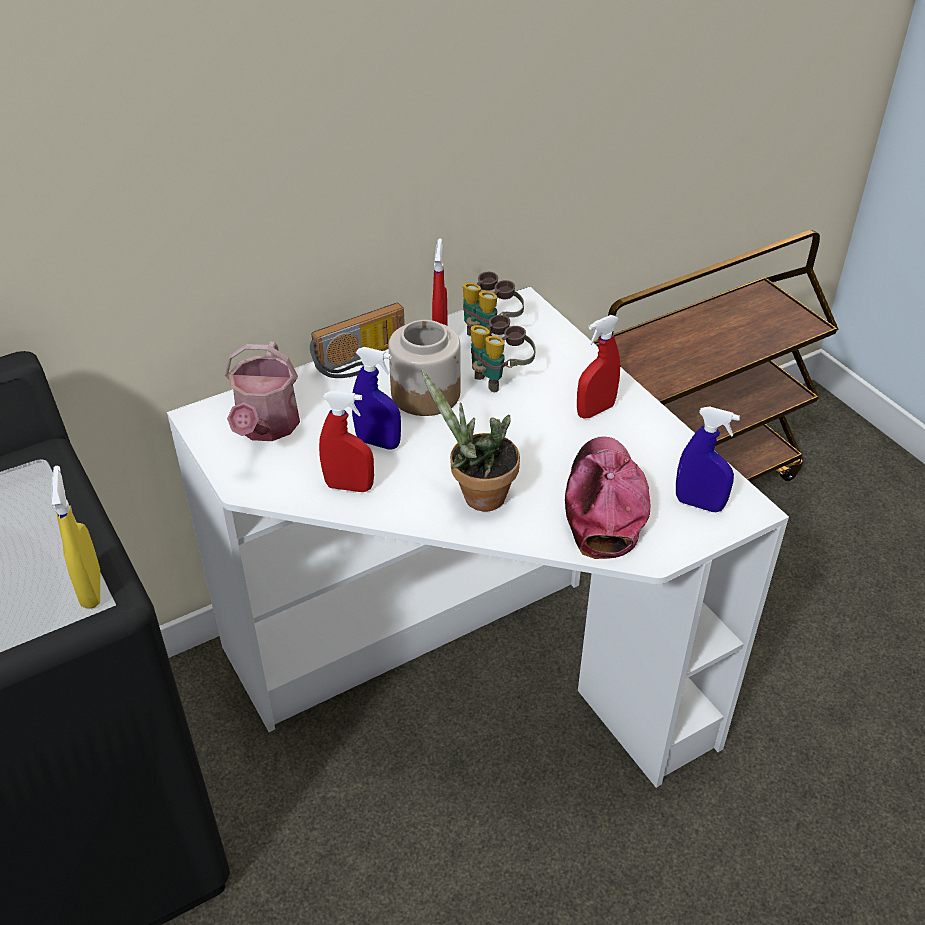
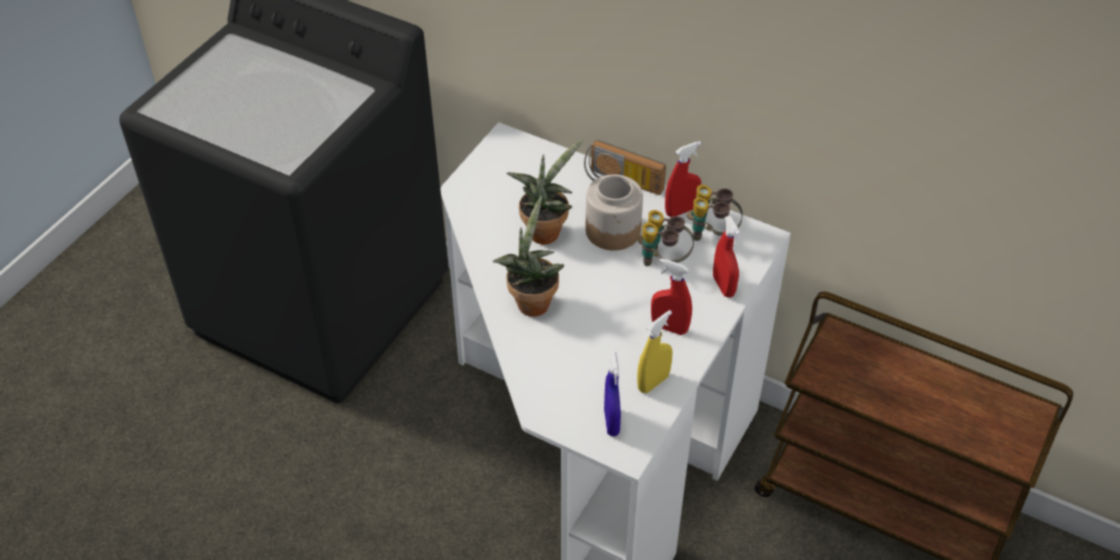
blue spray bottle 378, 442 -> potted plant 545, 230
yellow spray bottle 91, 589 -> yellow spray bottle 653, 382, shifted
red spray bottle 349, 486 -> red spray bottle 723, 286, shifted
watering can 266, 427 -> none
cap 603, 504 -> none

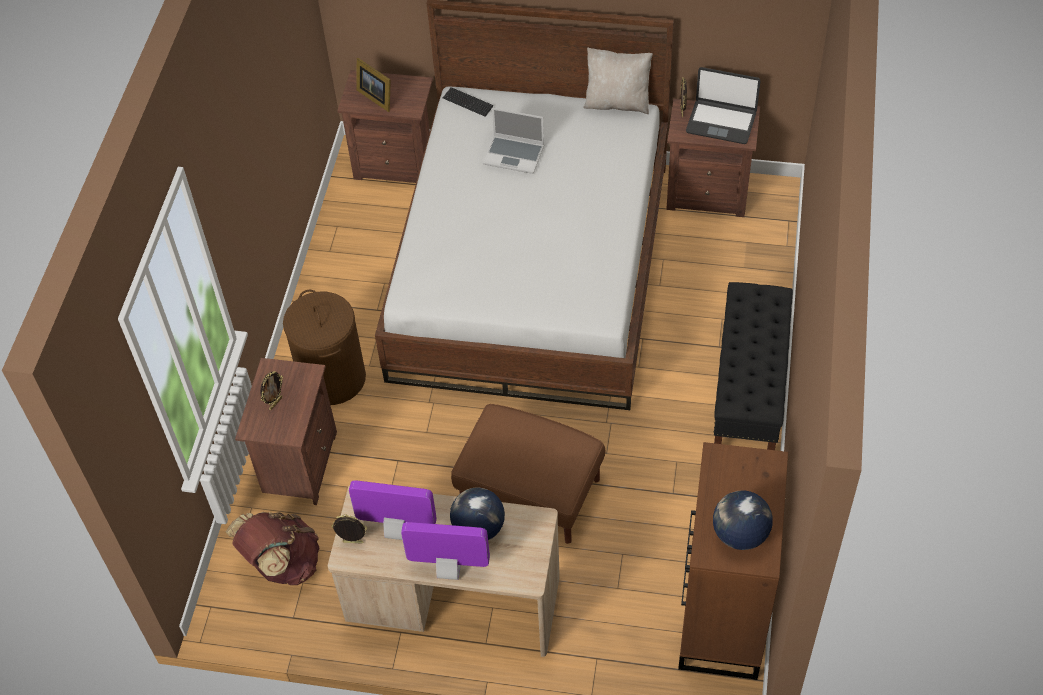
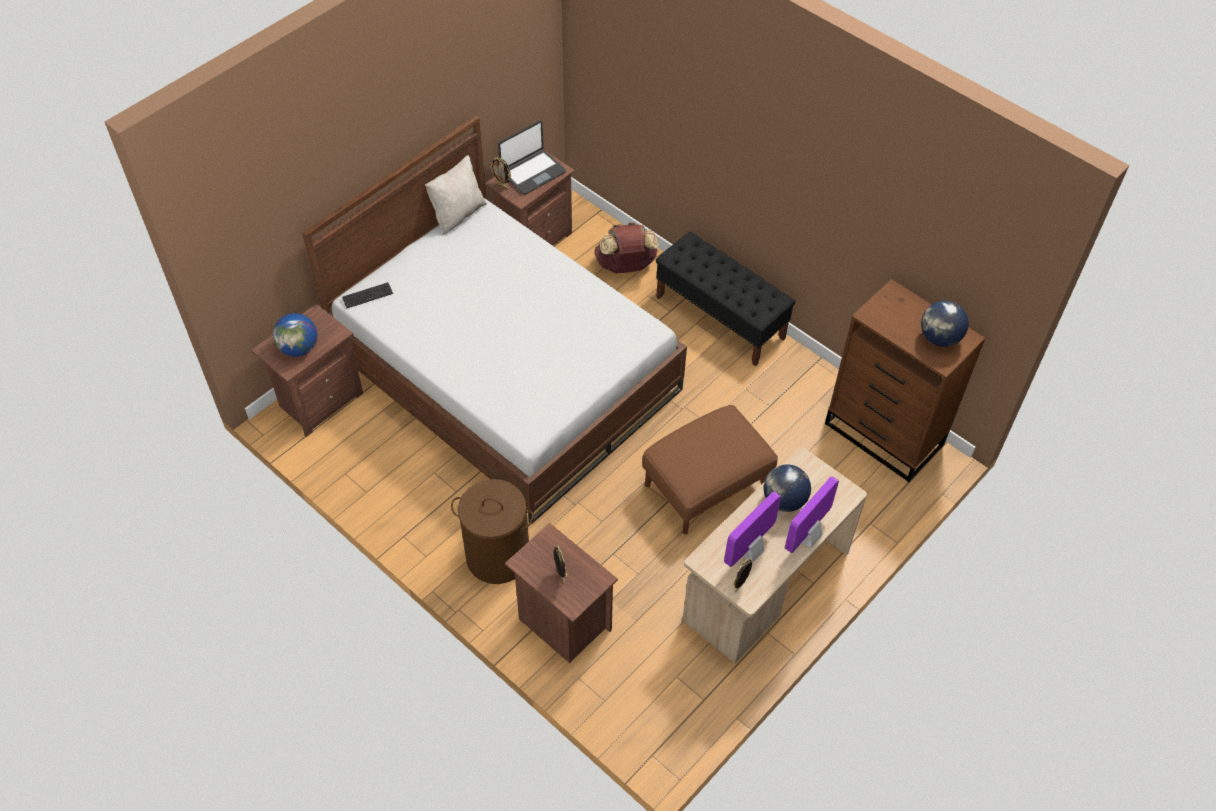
picture frame 376, 96 -> globe 299, 348
brown backpack 282, 564 -> brown backpack 626, 266, shifted
laptop 515, 155 -> none

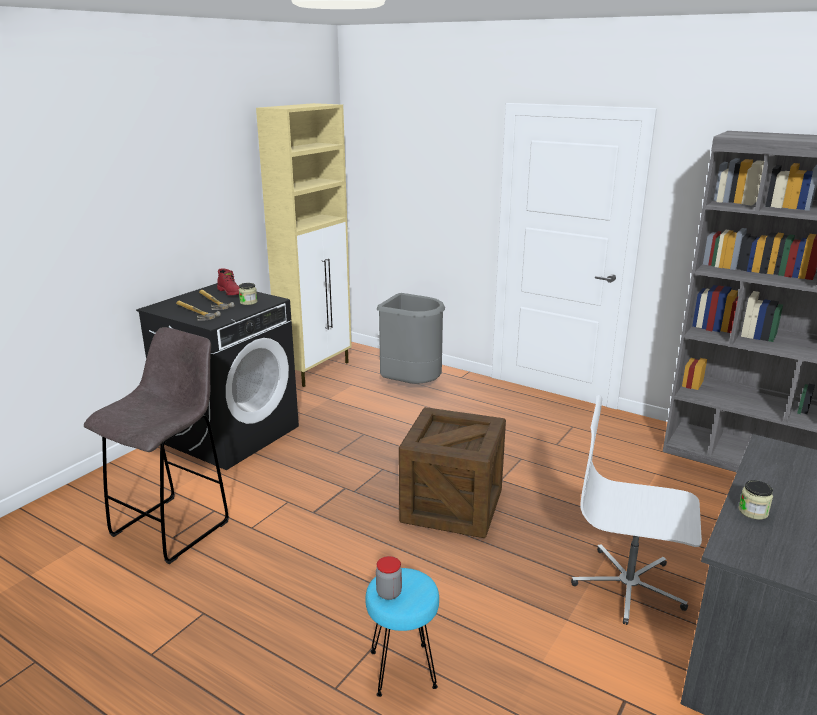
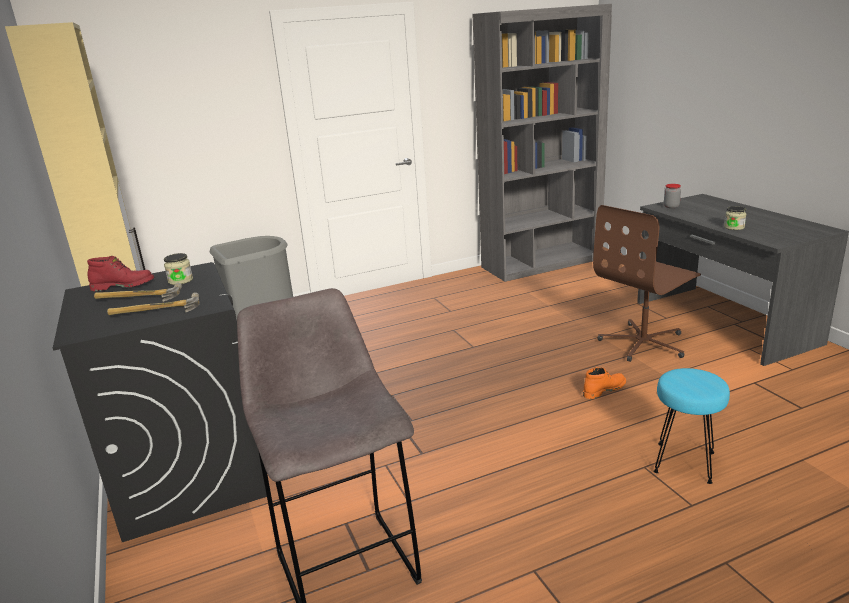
none -> orange boot 603, 389
white office chair 629, 586 -> brown office chair 644, 343
jar 389, 593 -> jar 671, 206, shifted
crate 452, 506 -> none

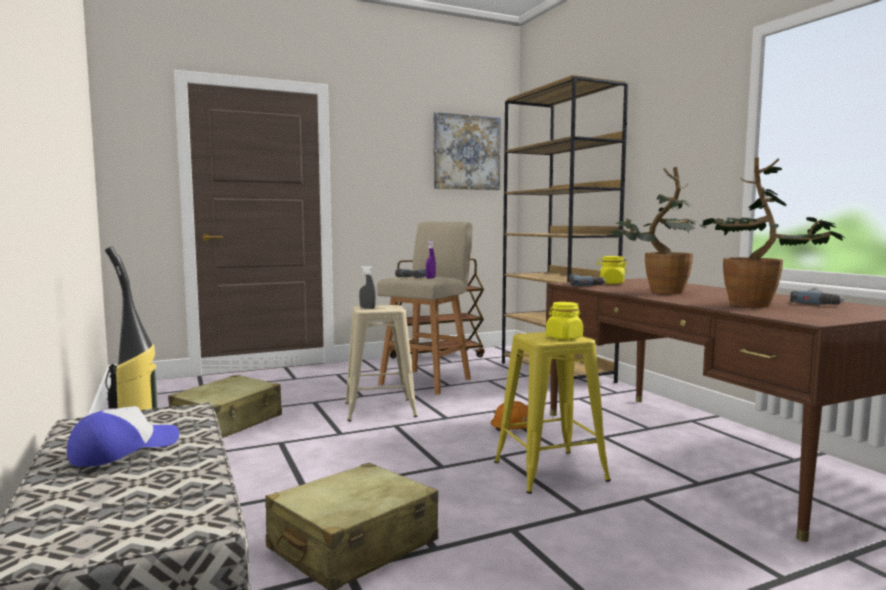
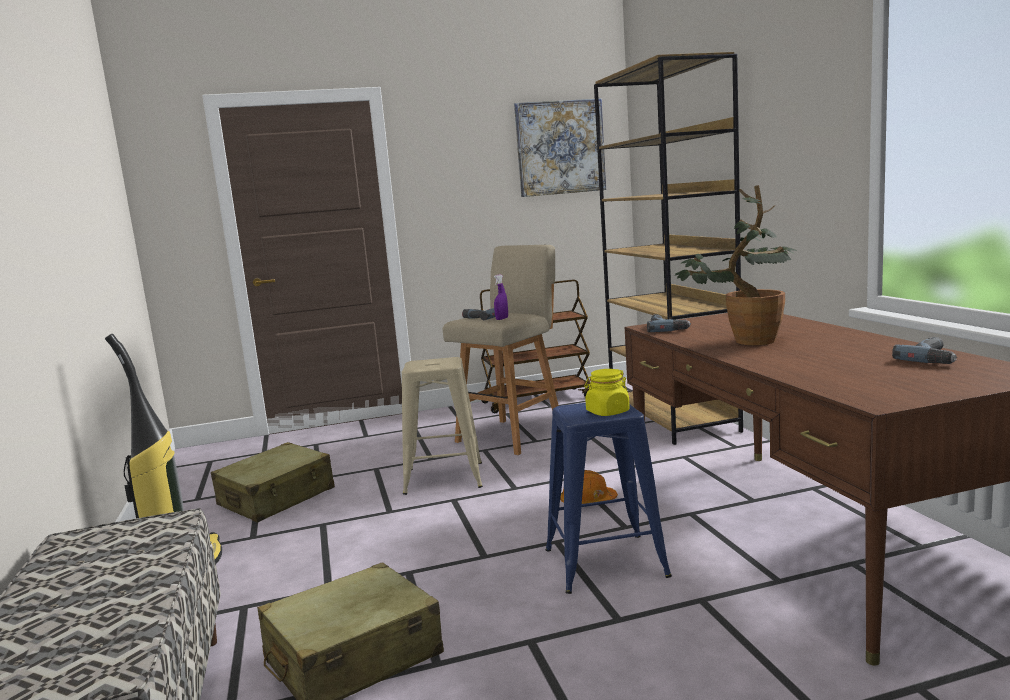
yellow stool 550, 471 -> blue stool 605, 563
cap 123, 449 -> none
grey spray bottle 367, 308 -> none
yellow jar 611, 283 -> none
potted plant 759, 305 -> none

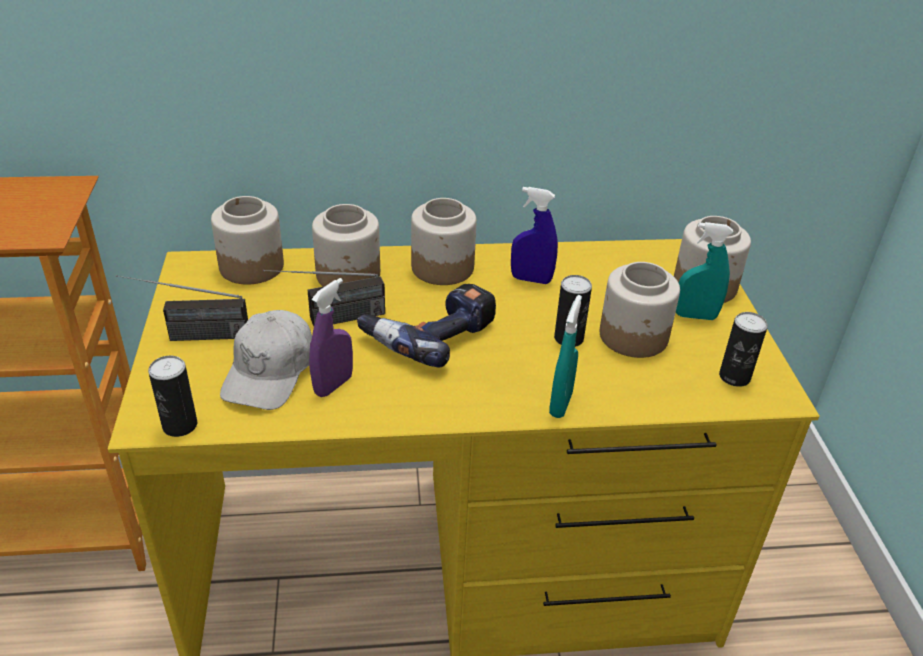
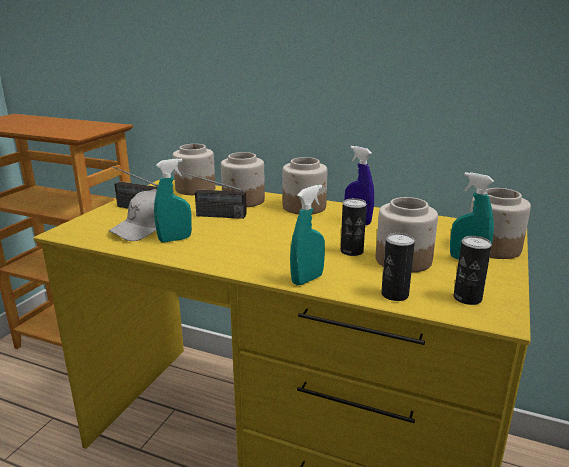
purple spray bottle 333, 385 -> turquoise spray bottle 175, 239
can 180, 425 -> can 394, 295, shifted
power drill 430, 334 -> none

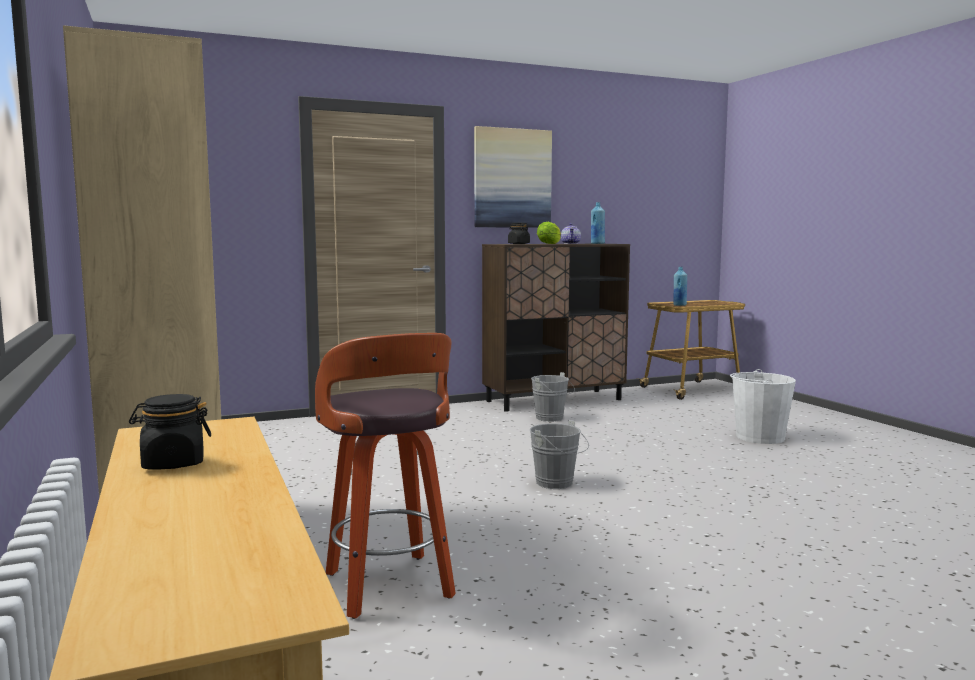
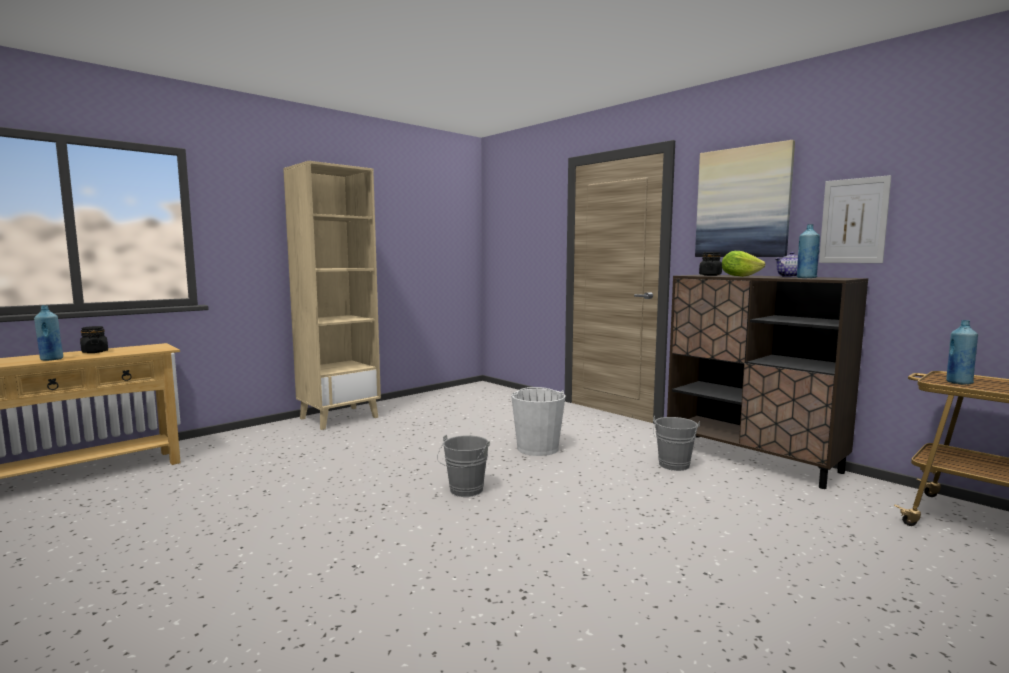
none -> blue bottle 51, 359
white bucket 759, 437 -> white bucket 537, 448, shifted
none -> picture 853, 221
stool 390, 587 -> none

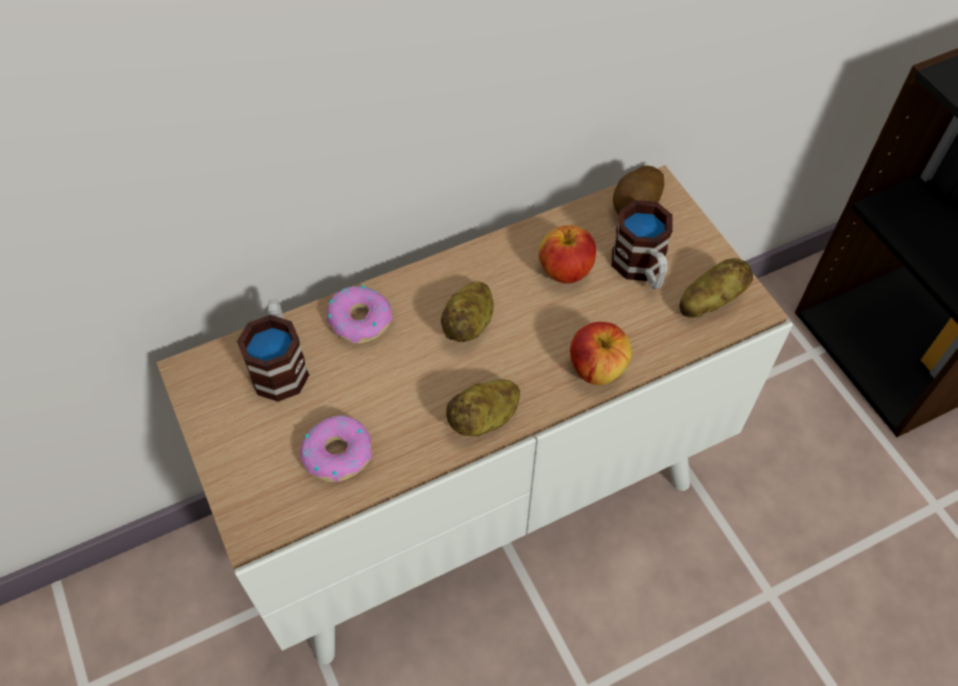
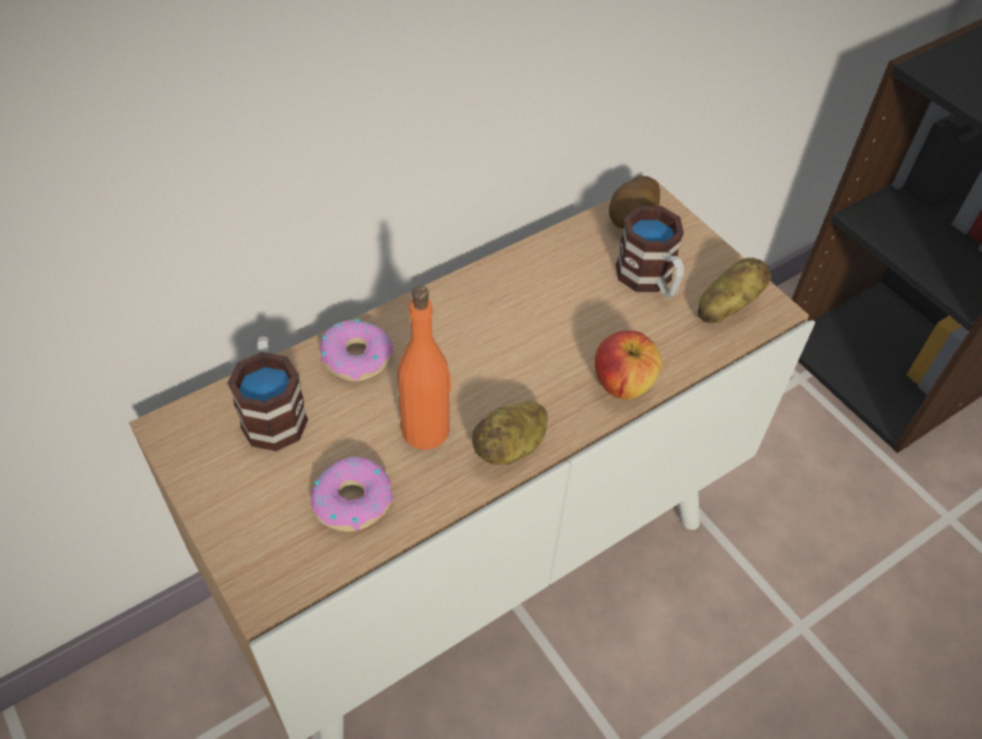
none -> orange bottle 426, 430
potato 470, 324 -> none
apple 565, 271 -> none

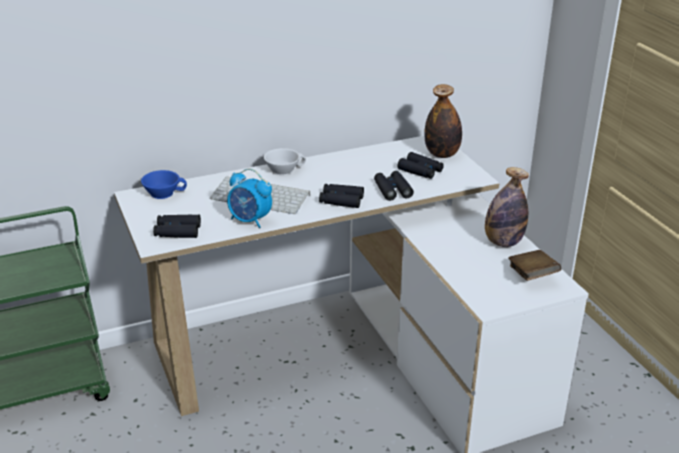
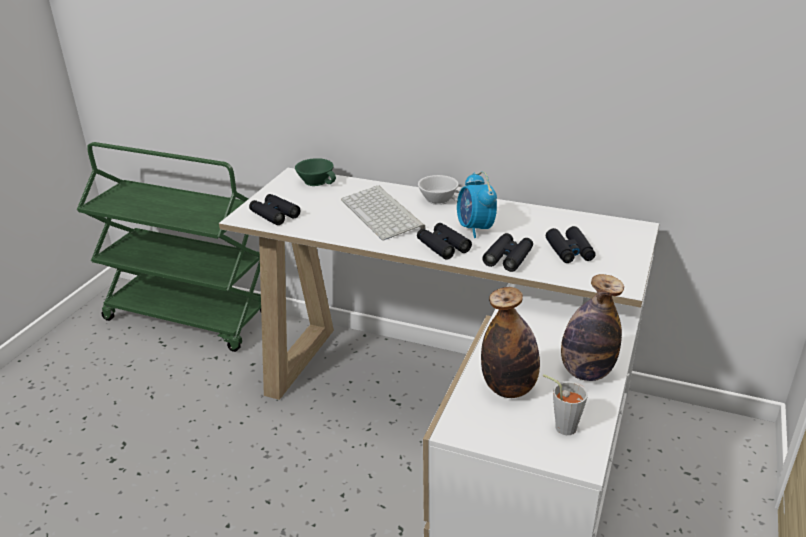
blue cup 163, 192 -> green cup 317, 181
alarm clock 250, 221 -> alarm clock 475, 229, shifted
bottle 442, 154 -> bottle 509, 388, shifted
brown book 532, 276 -> grey cup 561, 425

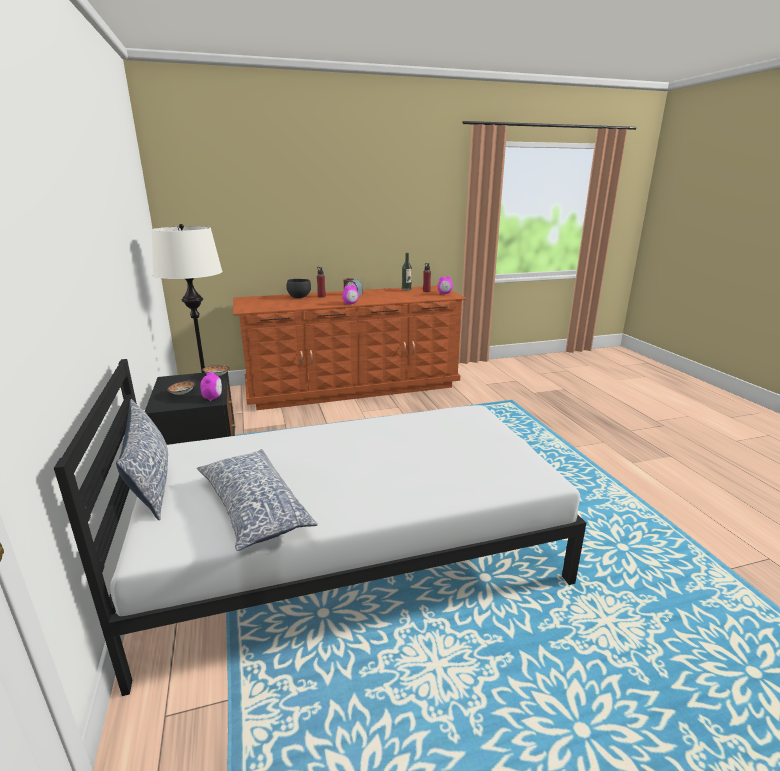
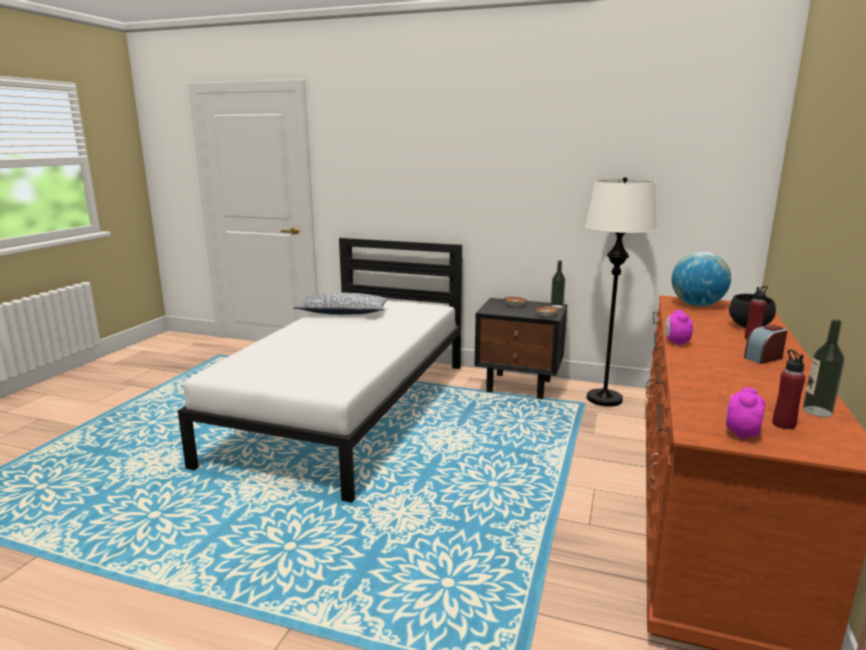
none -> bottle 557, 306
none -> globe 697, 305
pillow 151, 480 -> none
alarm clock 213, 398 -> none

